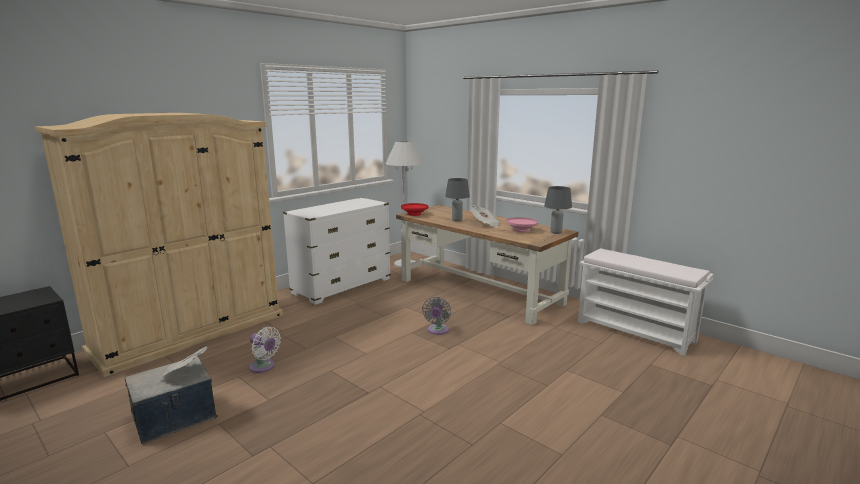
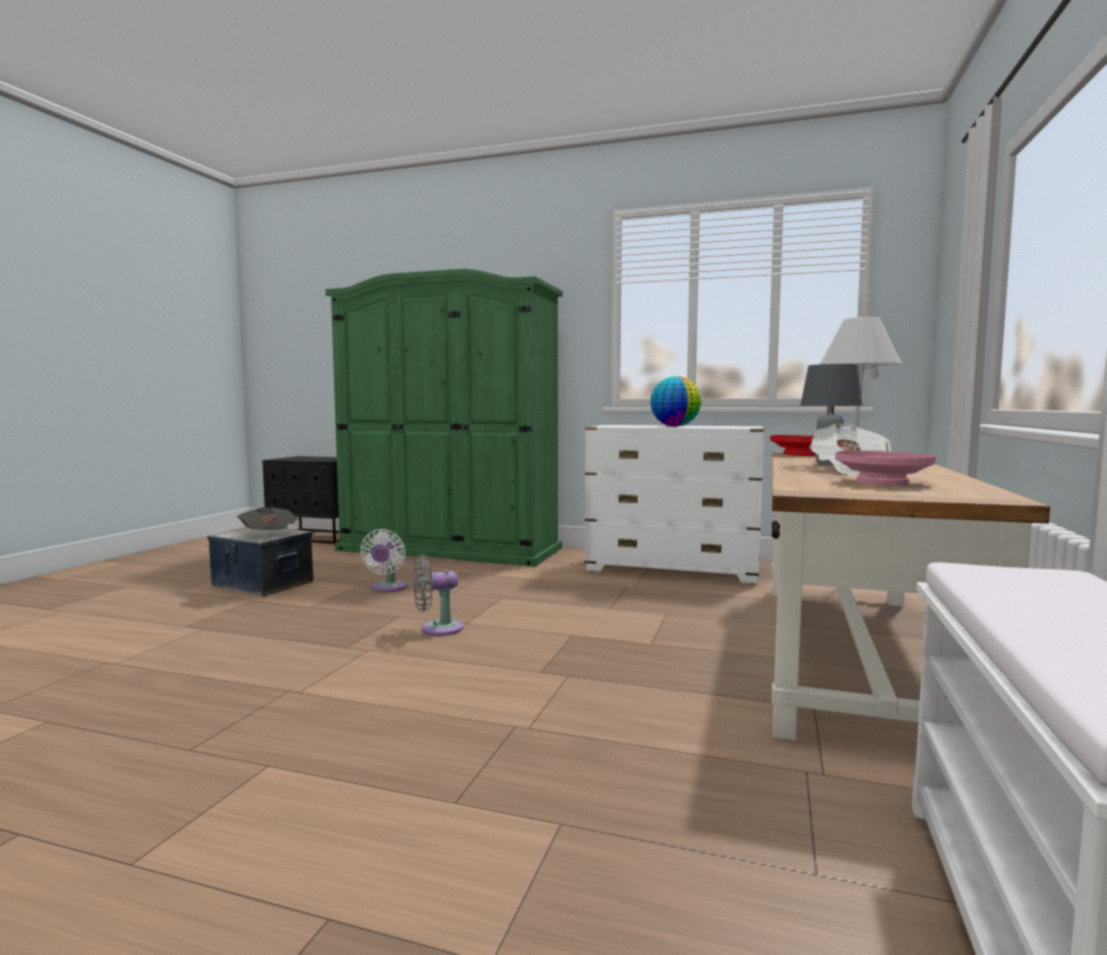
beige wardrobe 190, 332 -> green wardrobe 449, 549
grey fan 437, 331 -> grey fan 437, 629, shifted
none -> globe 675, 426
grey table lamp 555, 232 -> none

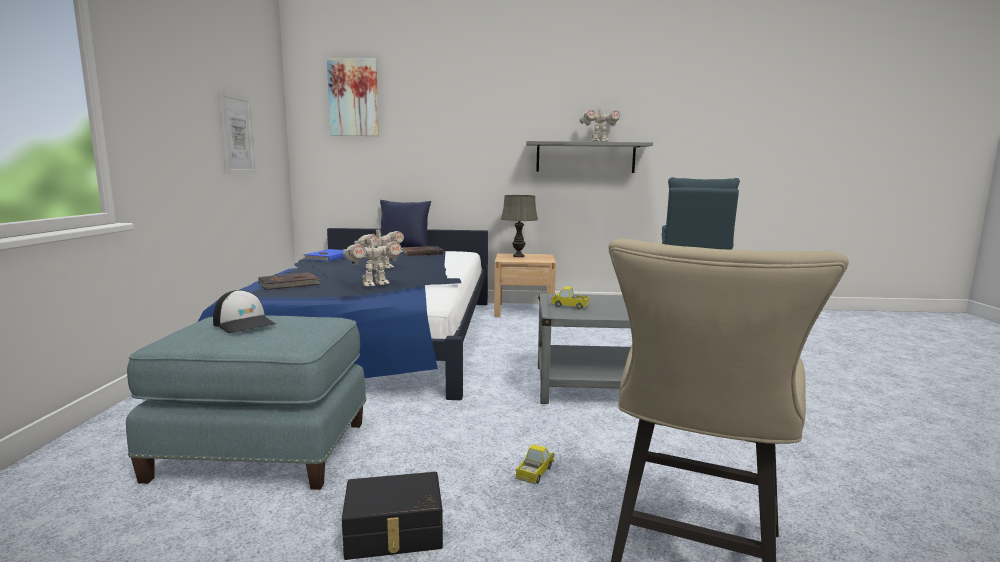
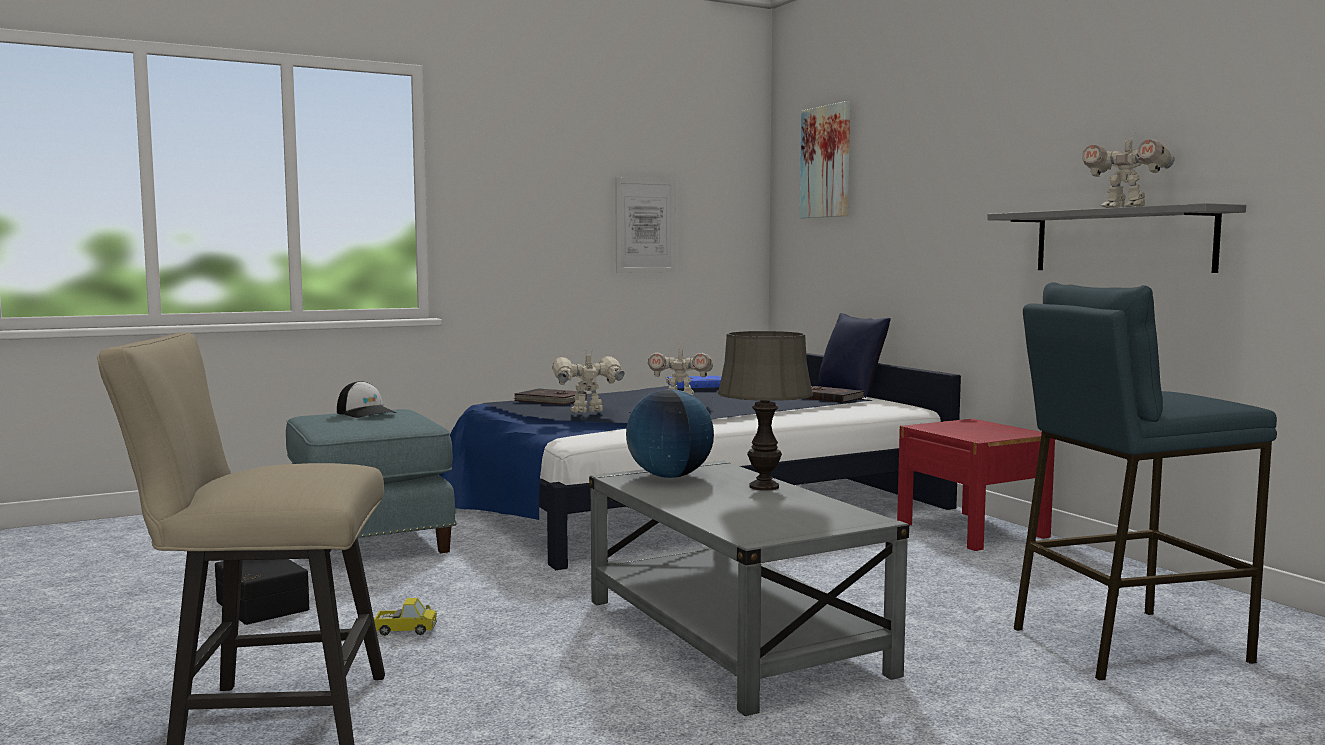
cap 245, 324 -> cap 366, 413, 60 degrees counterclockwise
toy robot 374, 284 -> toy robot 588, 412, 135 degrees clockwise
toy truck 570, 306 -> globe 669, 476
grey table lamp 518, 256 -> grey table lamp 764, 487, shifted
beige nightstand 524, 310 -> red nightstand 972, 530

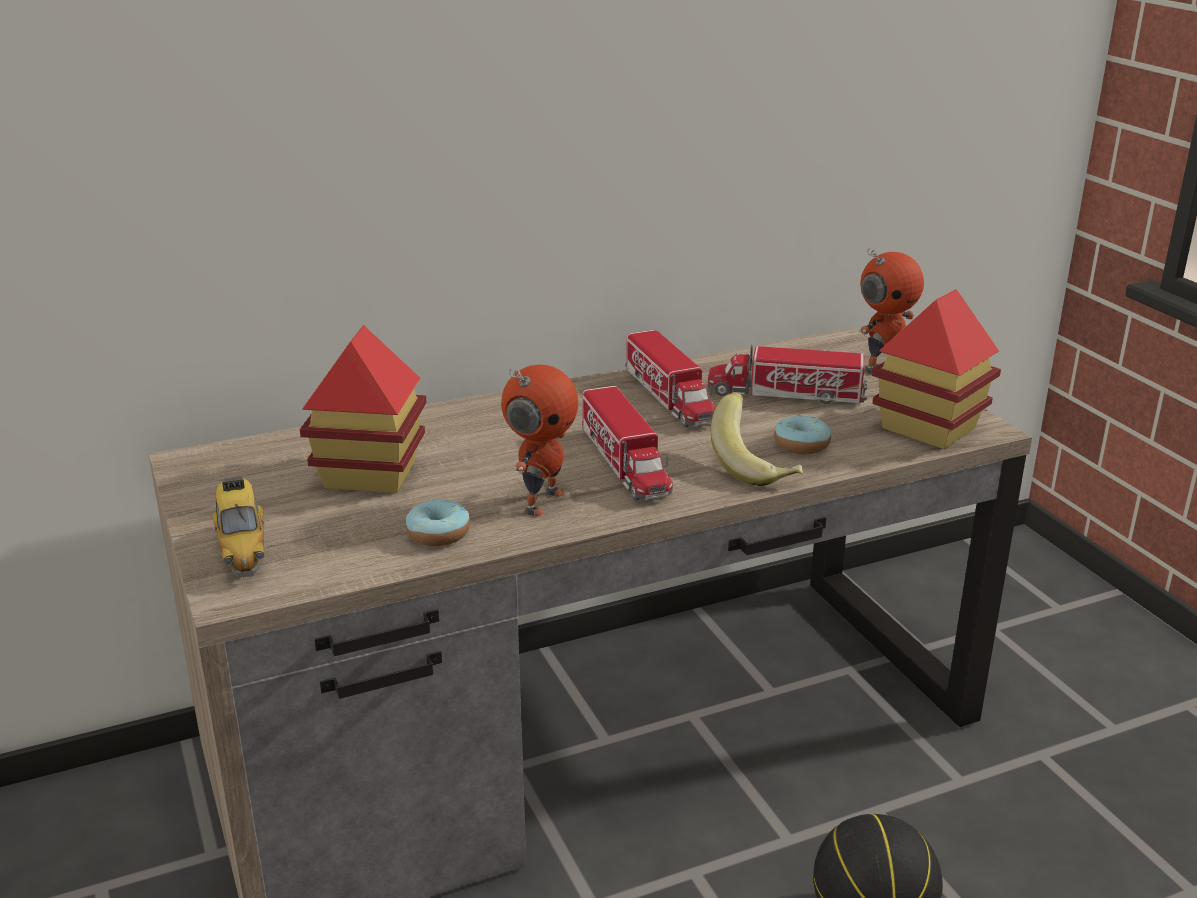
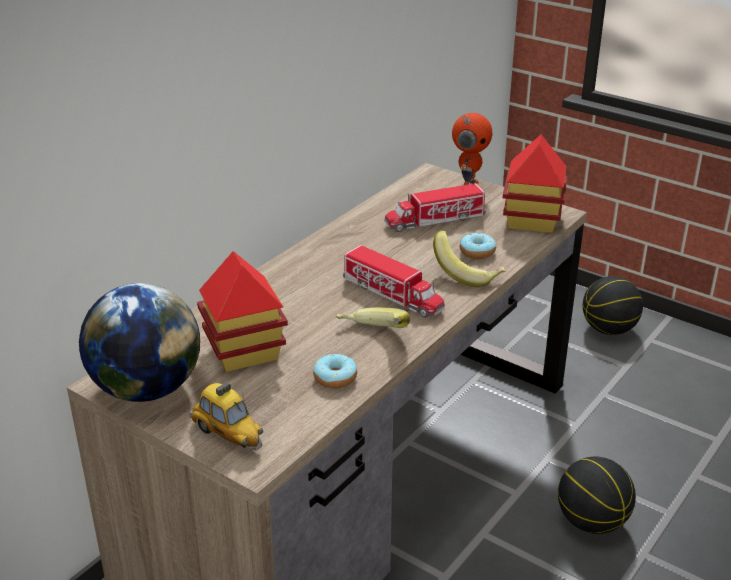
none -> globe 147, 389
toy robot 541, 501 -> banana 372, 336
none -> basketball 609, 329
toy truck 670, 397 -> none

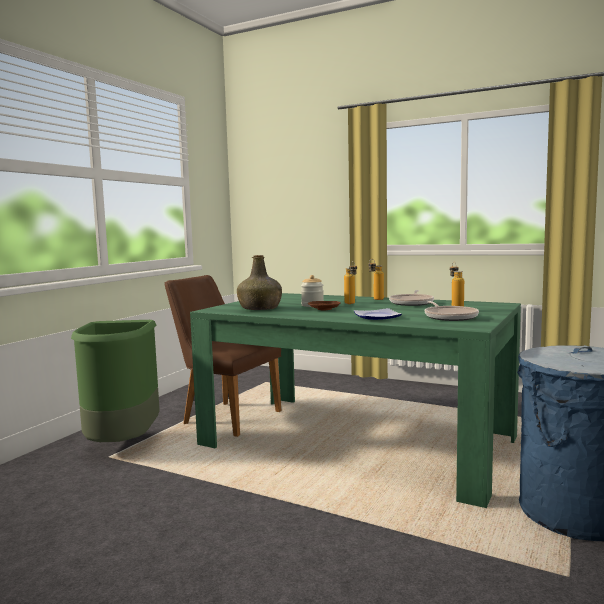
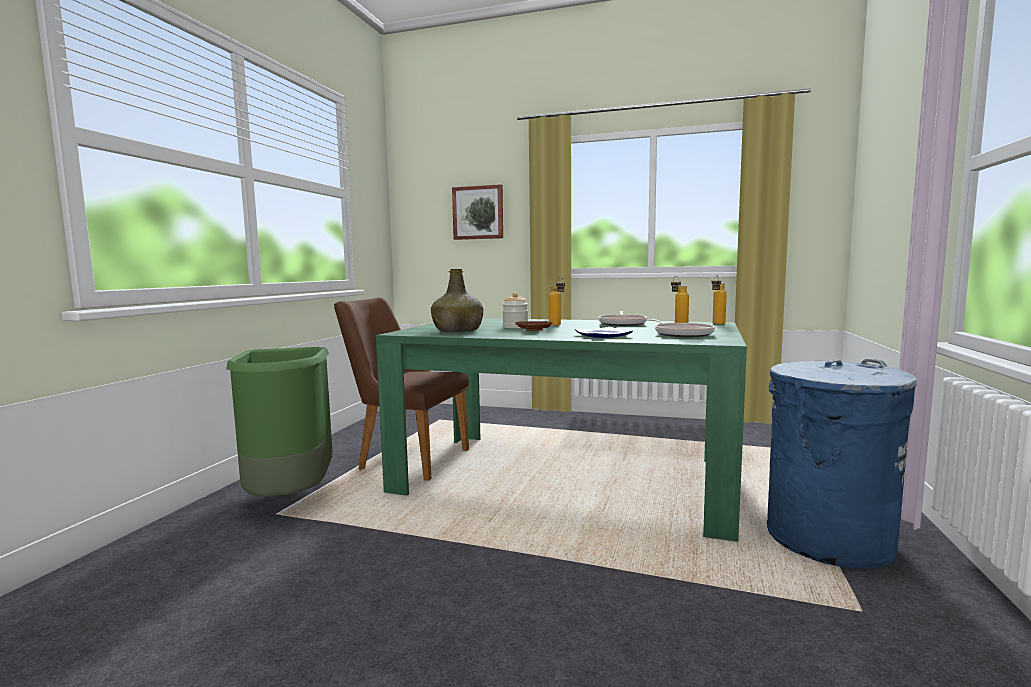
none -> picture 478, 213
bottle 375, 299 -> bottle 717, 324, shifted

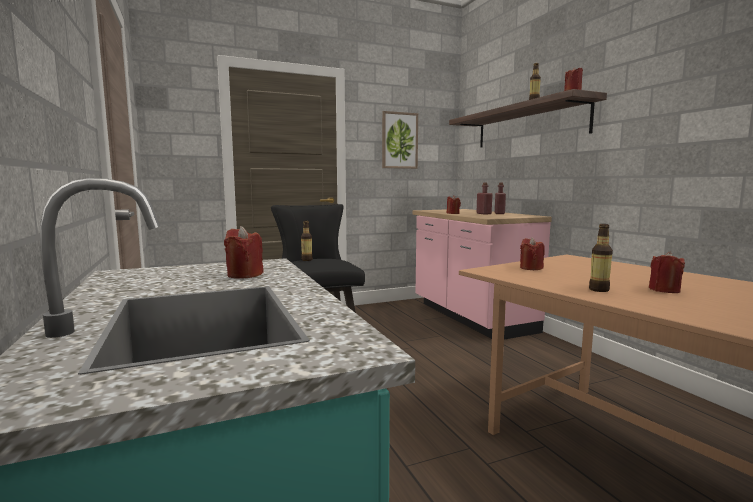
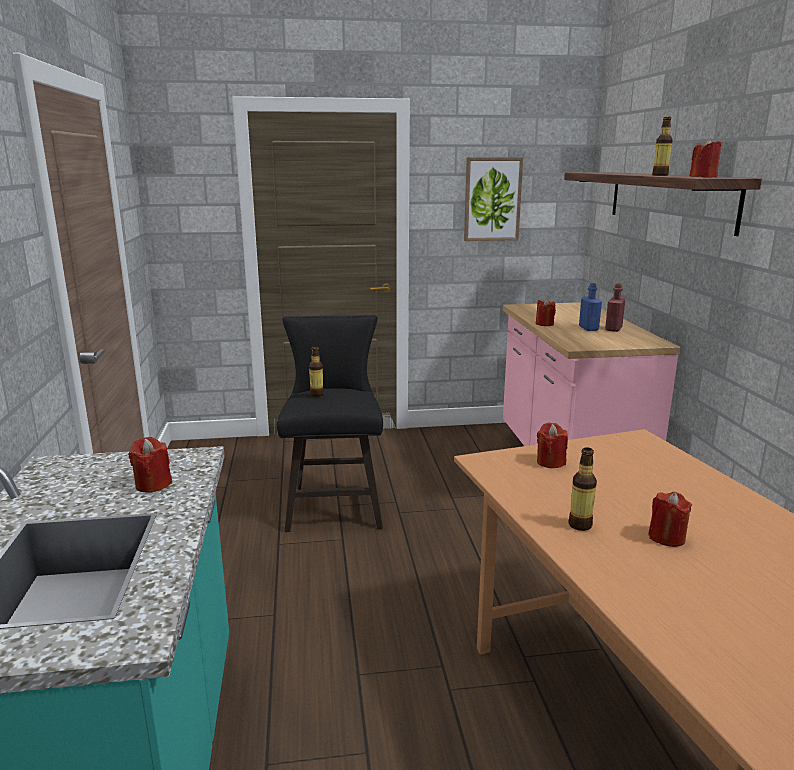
red bottle 483, 214 -> blue bottle 588, 328

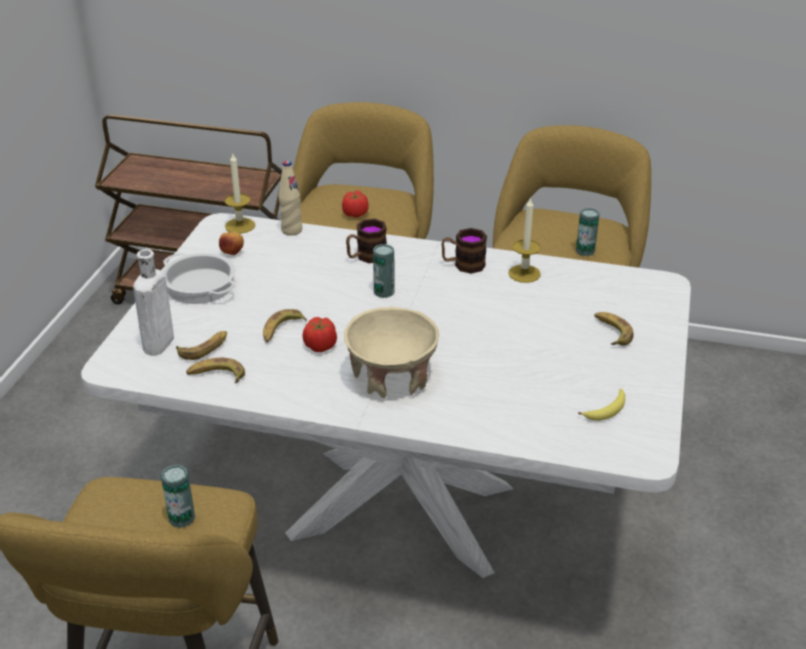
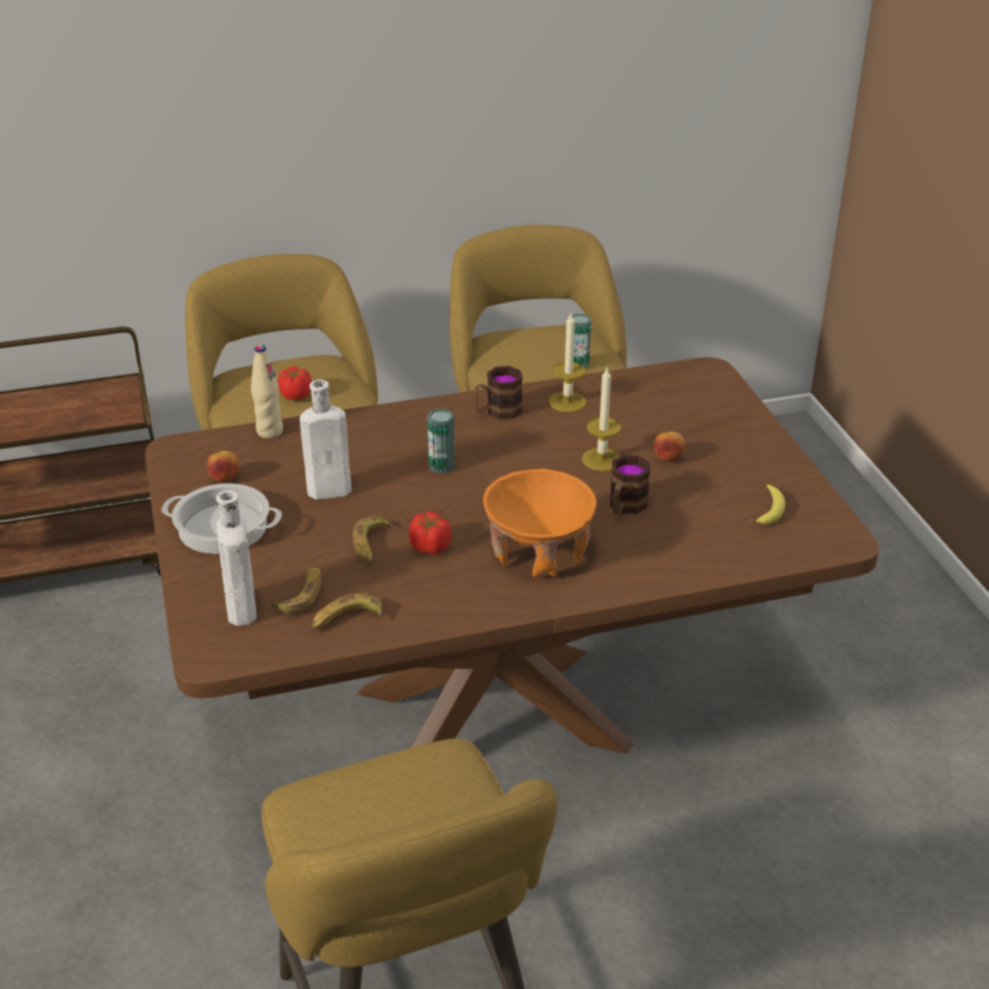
white dining table 403, 511 -> brown dining table 494, 720
none -> white bottle 332, 490
beige bowl 392, 377 -> orange bowl 538, 552
candle 240, 226 -> candle 601, 459, shifted
mug 366, 257 -> mug 625, 507, shifted
none -> apple 668, 458
can 182, 518 -> none
banana 611, 332 -> none

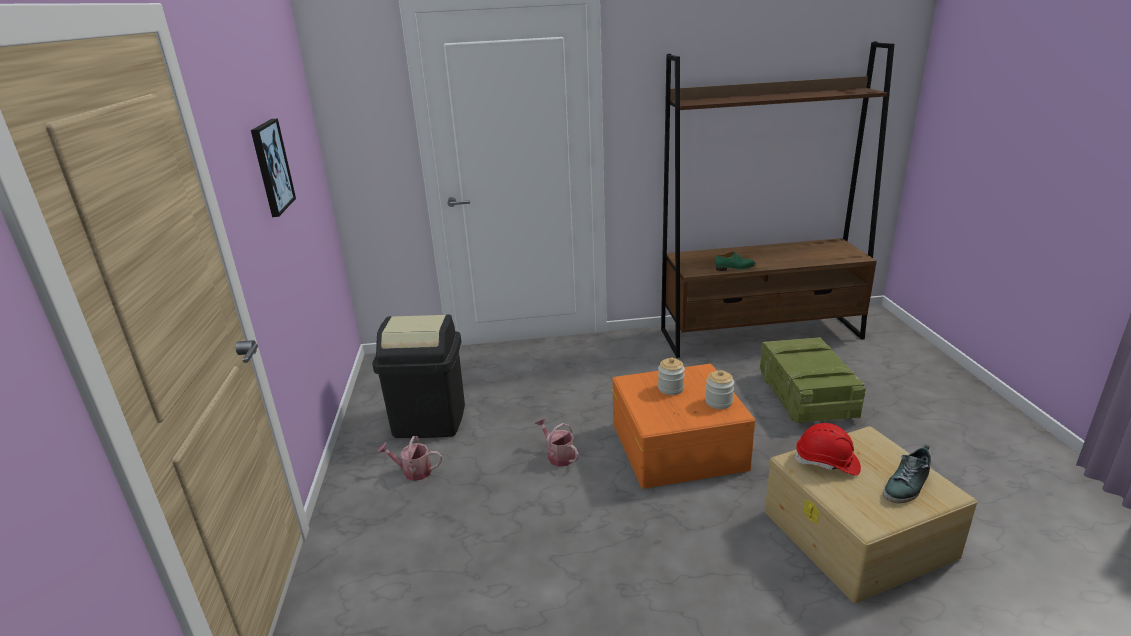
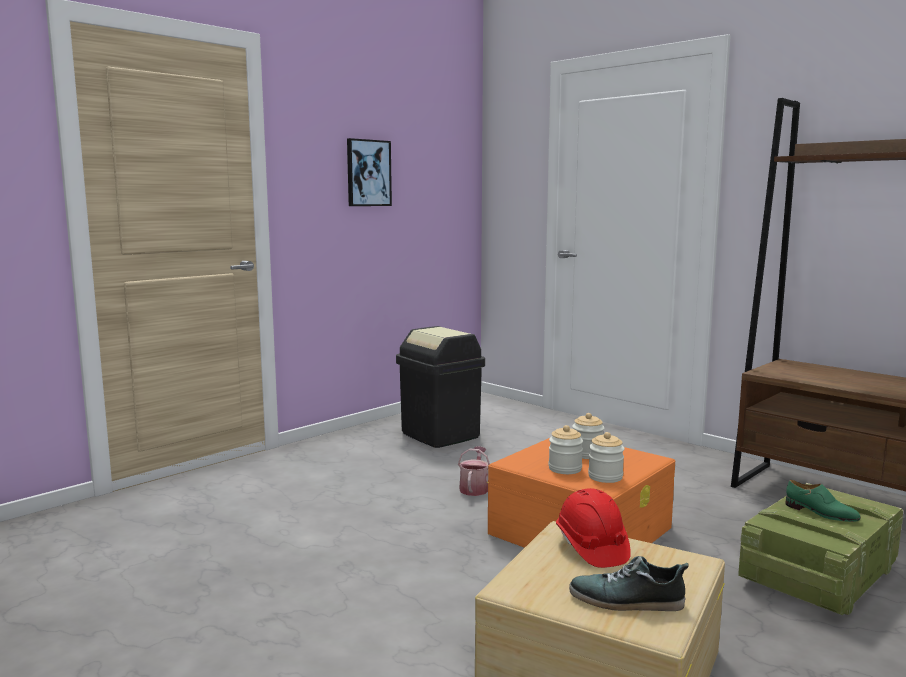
none -> jar 565, 469
green shoe 735, 268 -> green shoe 821, 513, shifted
watering can 413, 471 -> none

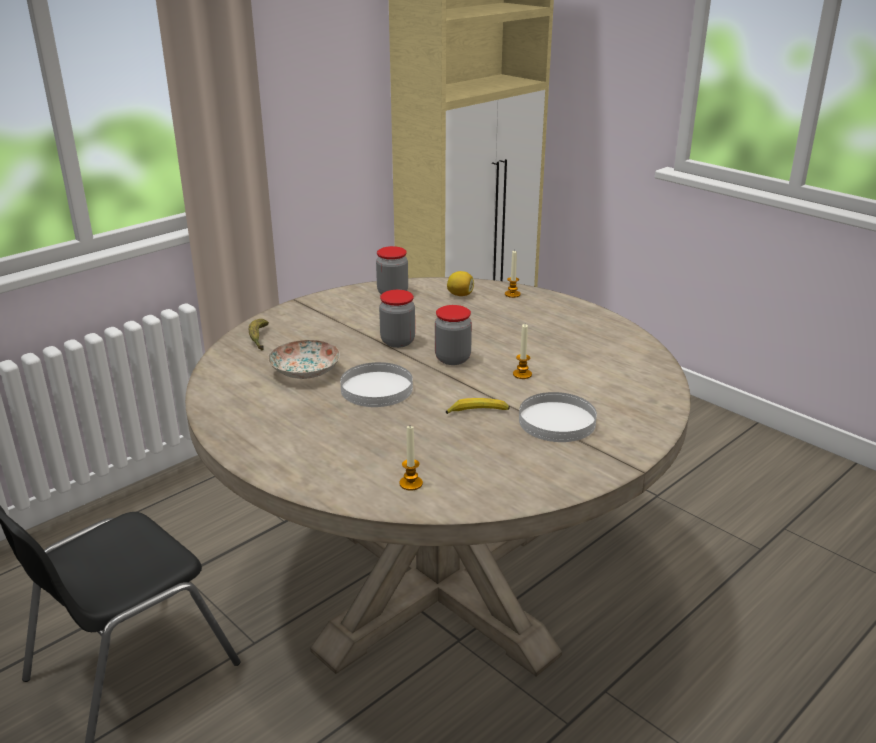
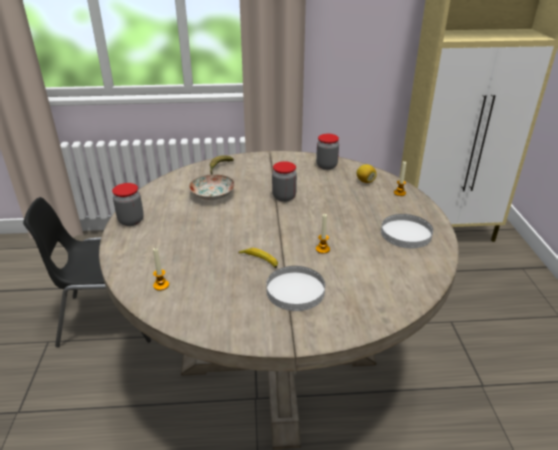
jar 452, 359 -> jar 131, 221, shifted
white plate 376, 388 -> white plate 405, 233, shifted

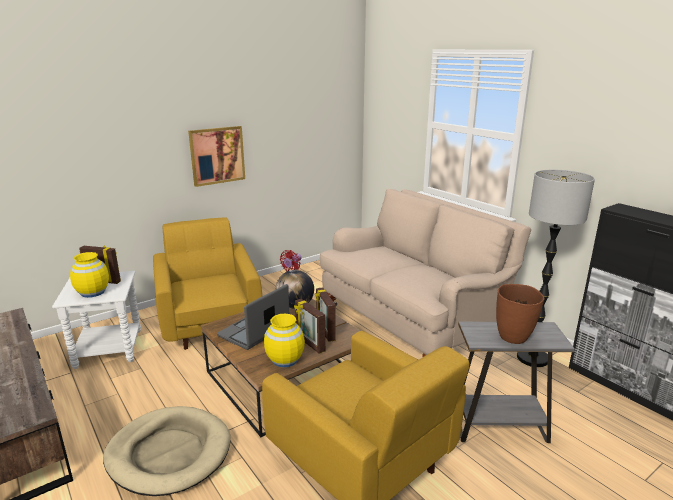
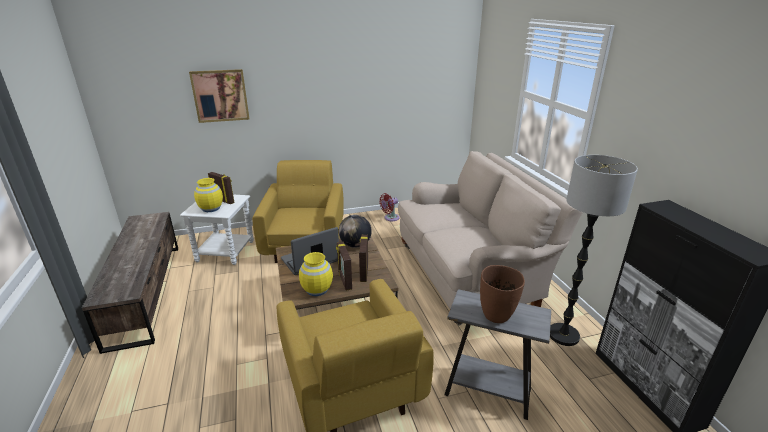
picture 217, 155 -> picture 220, 95, shifted
beige dog bed 169, 453 -> none

